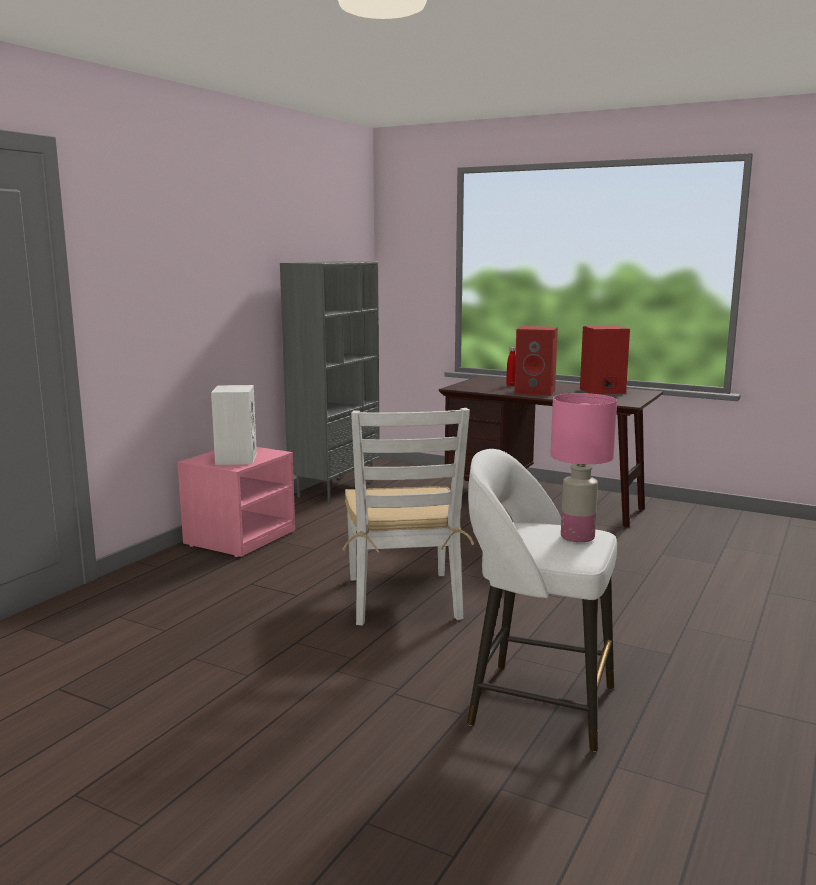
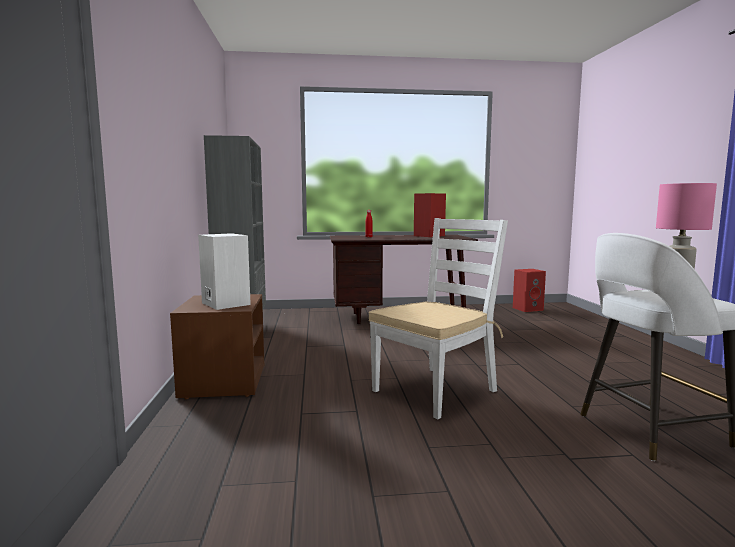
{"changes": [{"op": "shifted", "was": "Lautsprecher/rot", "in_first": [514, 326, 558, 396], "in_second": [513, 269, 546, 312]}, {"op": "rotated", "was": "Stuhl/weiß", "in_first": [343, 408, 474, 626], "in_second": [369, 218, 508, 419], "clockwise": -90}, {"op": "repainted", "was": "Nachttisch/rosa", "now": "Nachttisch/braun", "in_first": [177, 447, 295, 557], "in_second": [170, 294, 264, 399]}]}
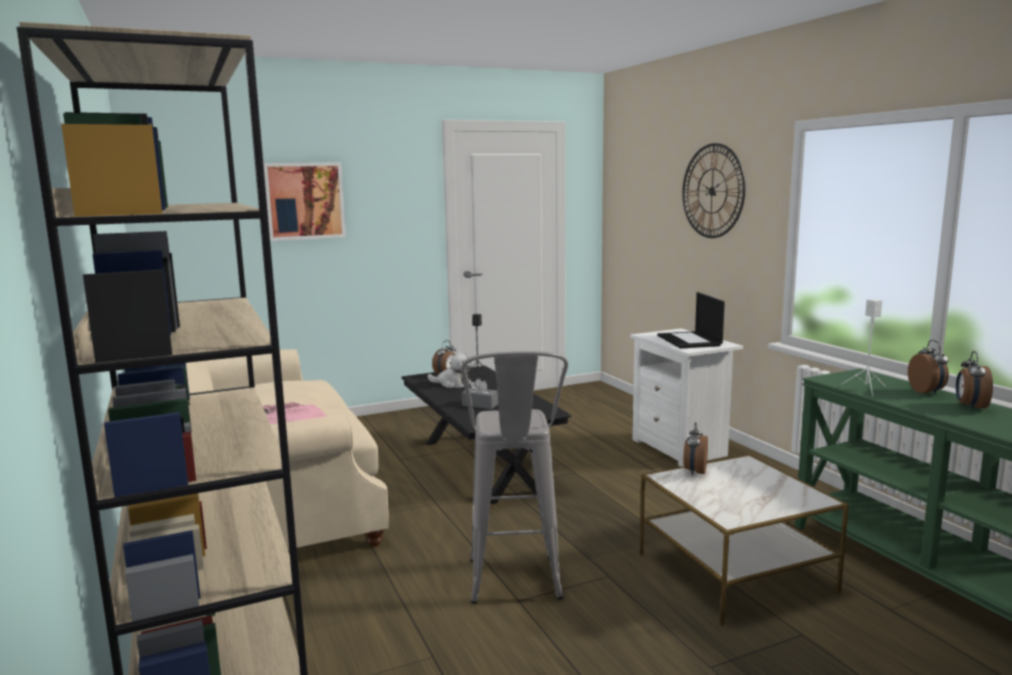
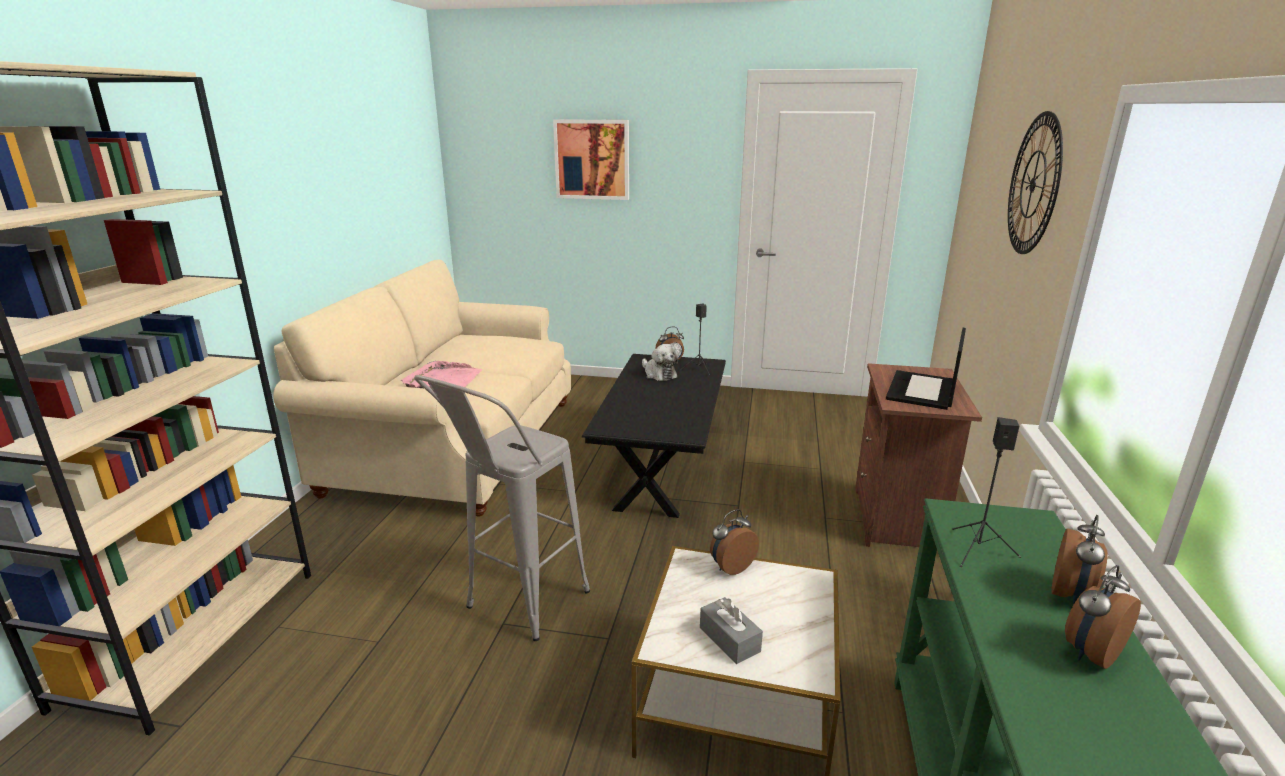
{"changes": [{"op": "repainted", "was": "Lautsprecher/weiß", "now": "Lautsprecher/schwarz", "in_first": [840, 299, 886, 396], "in_second": [952, 417, 1021, 567]}, {"op": "repainted", "was": "Nachttisch/weiß", "now": "Nachttisch/braun", "in_first": [630, 328, 743, 467], "in_second": [855, 363, 982, 547]}, {"op": "shifted", "was": "Taschentuchbox/grau", "in_first": [462, 378, 498, 409], "in_second": [700, 597, 763, 664]}]}
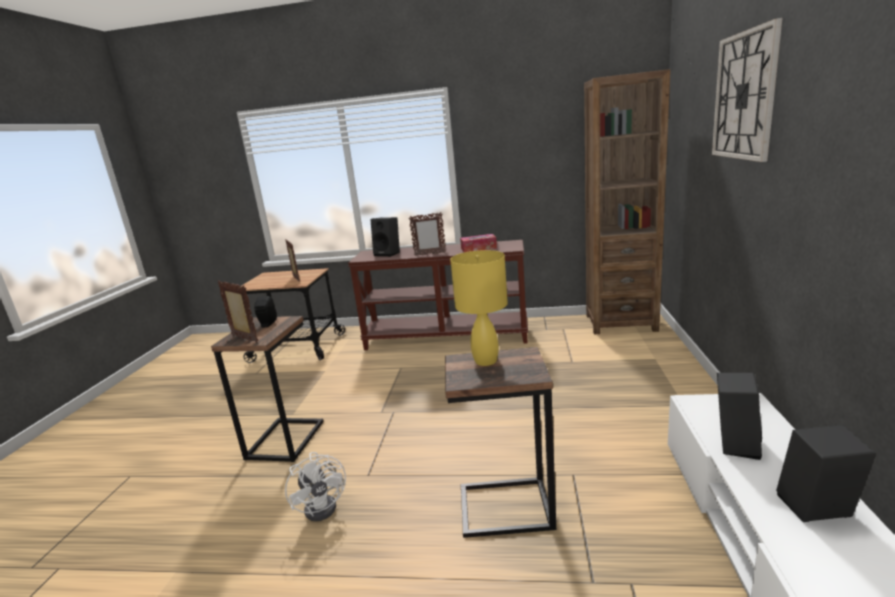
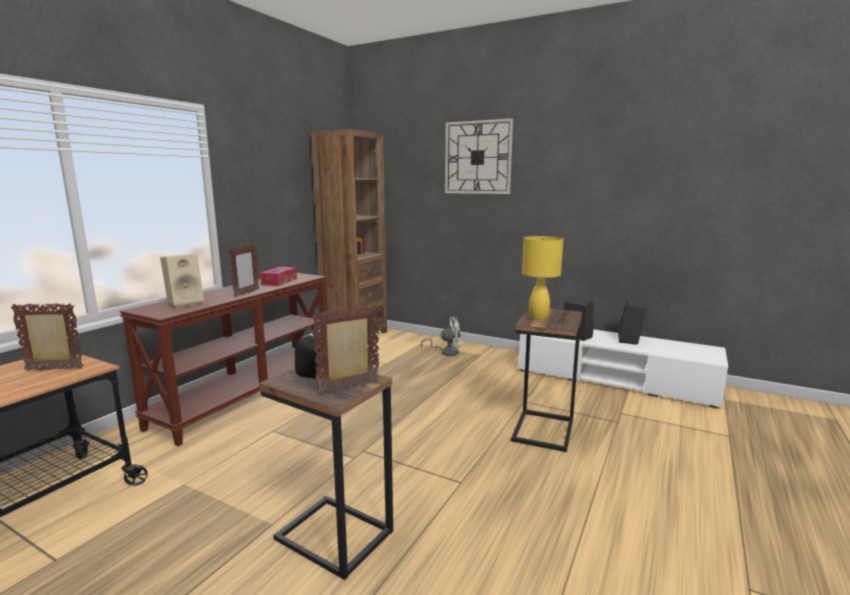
{"changes": [{"op": "repainted", "was": "Lautsprecher/schwarz", "now": "Lautsprecher/beige", "in_first": [370, 217, 400, 257], "in_second": [160, 254, 204, 308]}, {"op": "shifted", "was": "Ventilator/weiß", "in_first": [285, 452, 346, 522], "in_second": [421, 317, 462, 356]}]}
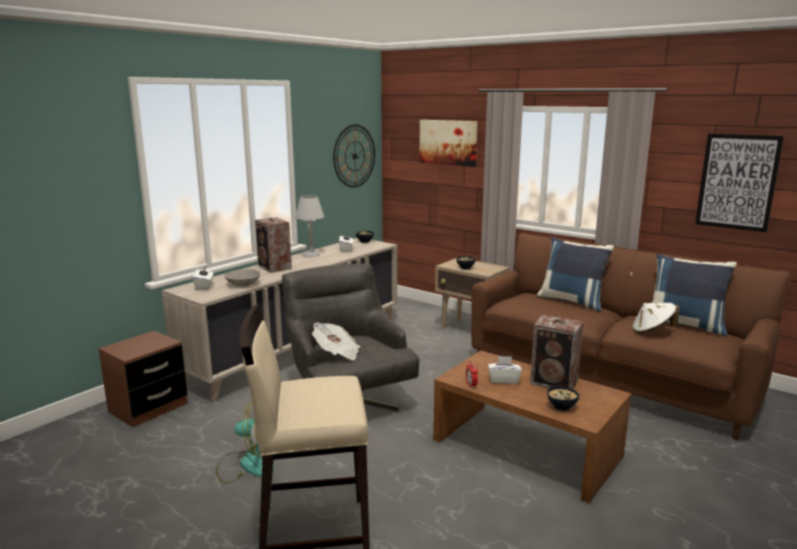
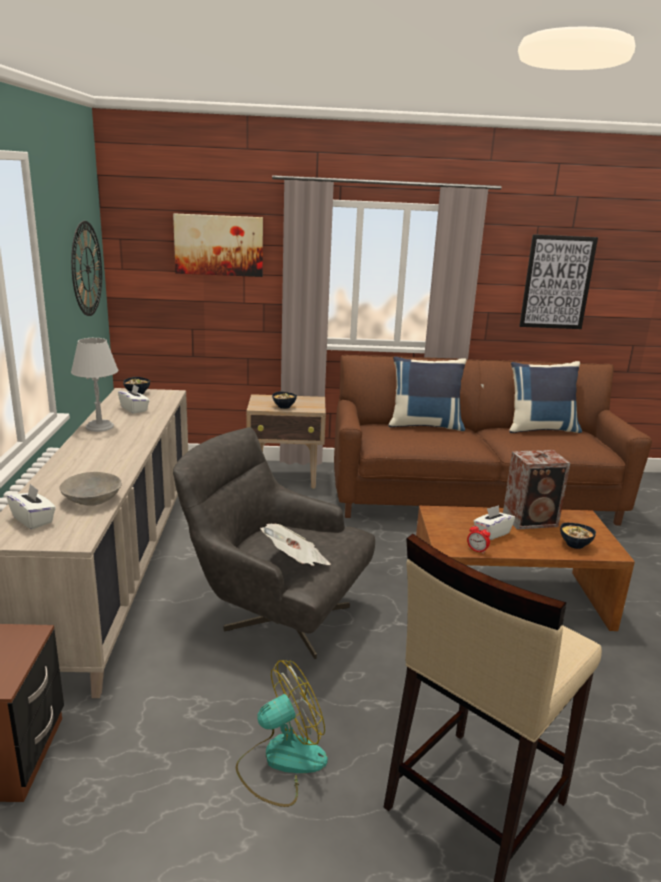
{"changes": [{"op": "gone", "was": "Lautsprecher", "in_first": [255, 217, 292, 273]}, {"op": "gone", "was": "Hut/weiß", "in_first": [632, 303, 679, 333]}]}
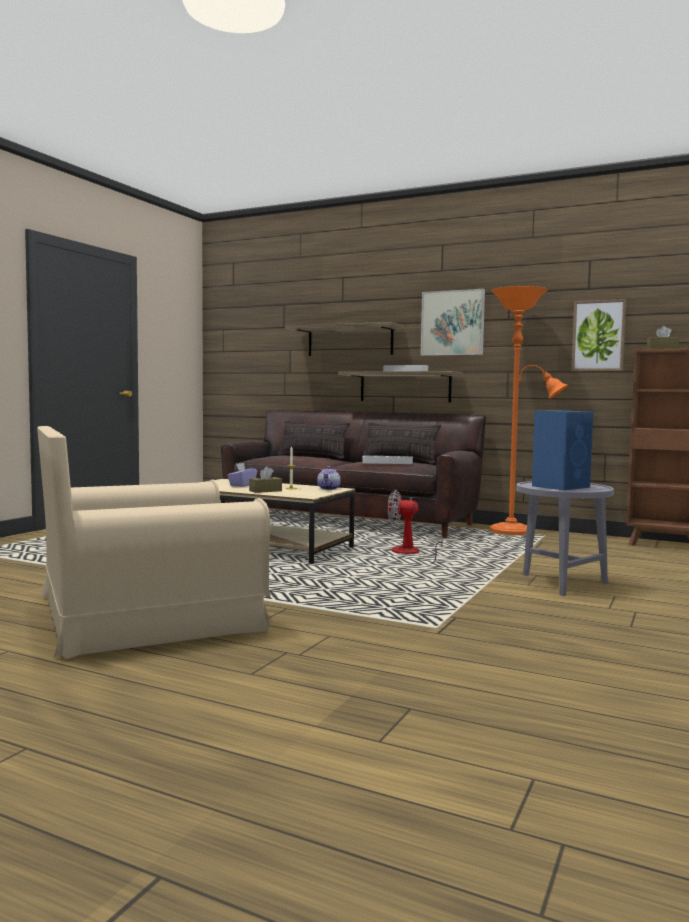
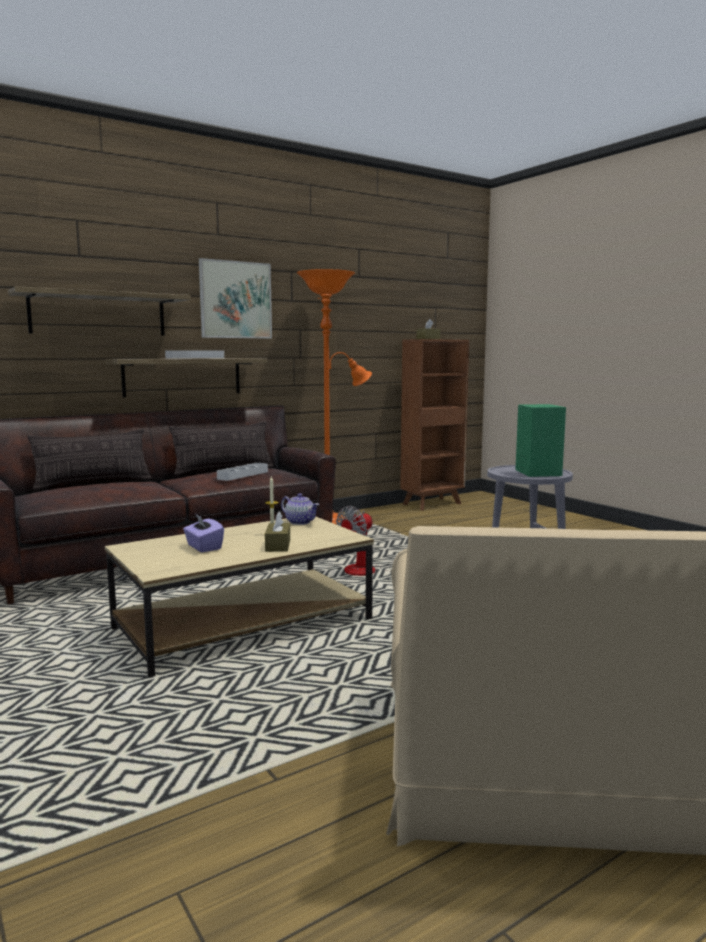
{"changes": [{"op": "gone", "was": "Bild", "in_first": [571, 299, 626, 371]}, {"op": "repainted", "was": "Lautsprecher/blau", "now": "Lautsprecher/grün", "in_first": [532, 411, 593, 490], "in_second": [515, 404, 566, 477]}]}
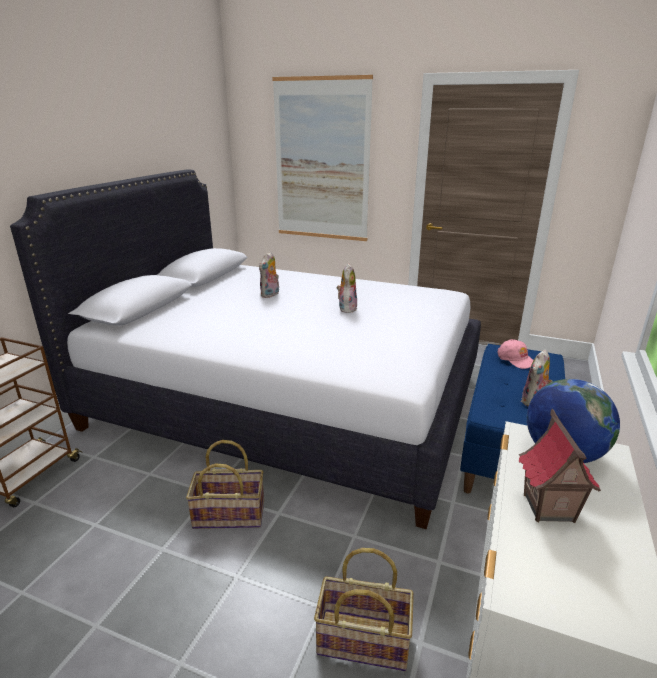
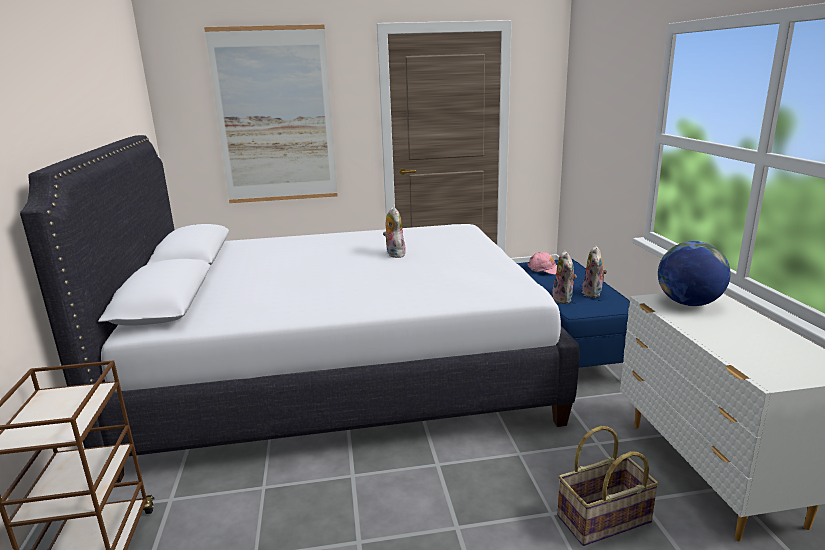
{"changes": [{"op": "shifted", "was": "Plüschtier", "in_first": [259, 252, 279, 298], "in_second": [552, 250, 577, 304]}, {"op": "gone", "was": "Spielzeughaus", "in_first": [519, 409, 601, 523]}, {"op": "gone", "was": "Korb", "in_first": [186, 440, 264, 529]}]}
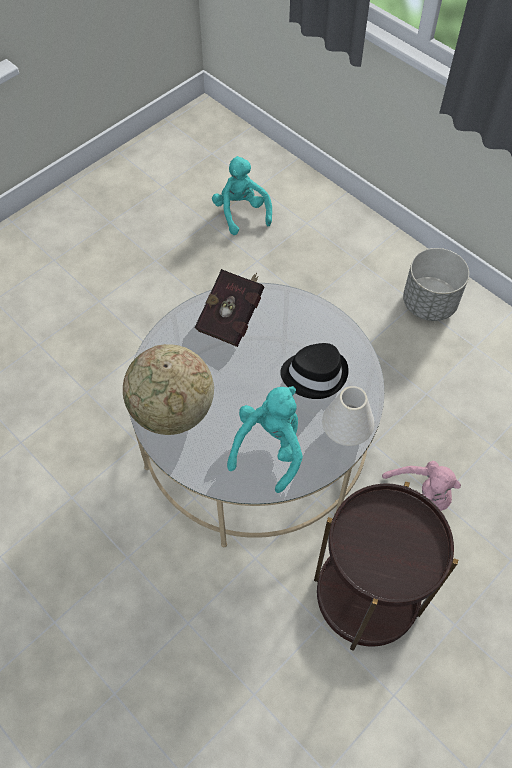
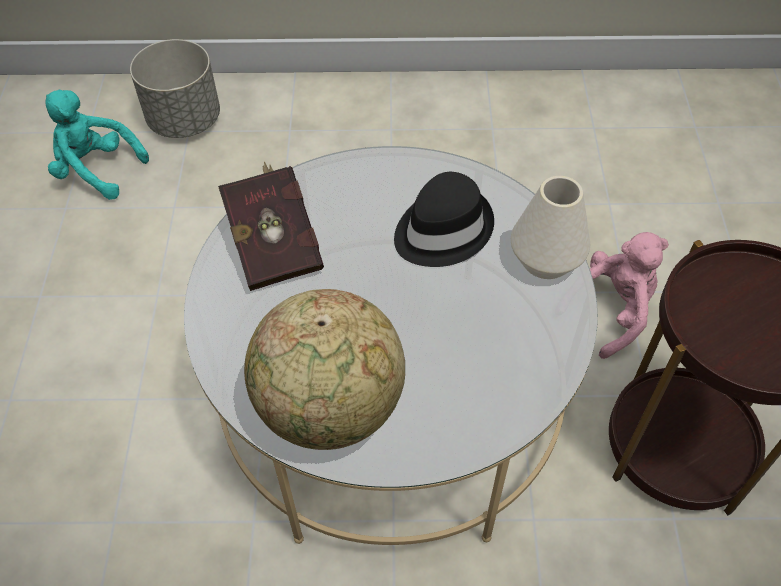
{"changes": [{"op": "shifted", "was": "Pflanzkübel/grau", "in_first": [403, 248, 469, 321], "in_second": [130, 39, 220, 138]}, {"op": "gone", "was": "Plüschtier/türkis", "in_first": [227, 386, 303, 493]}]}
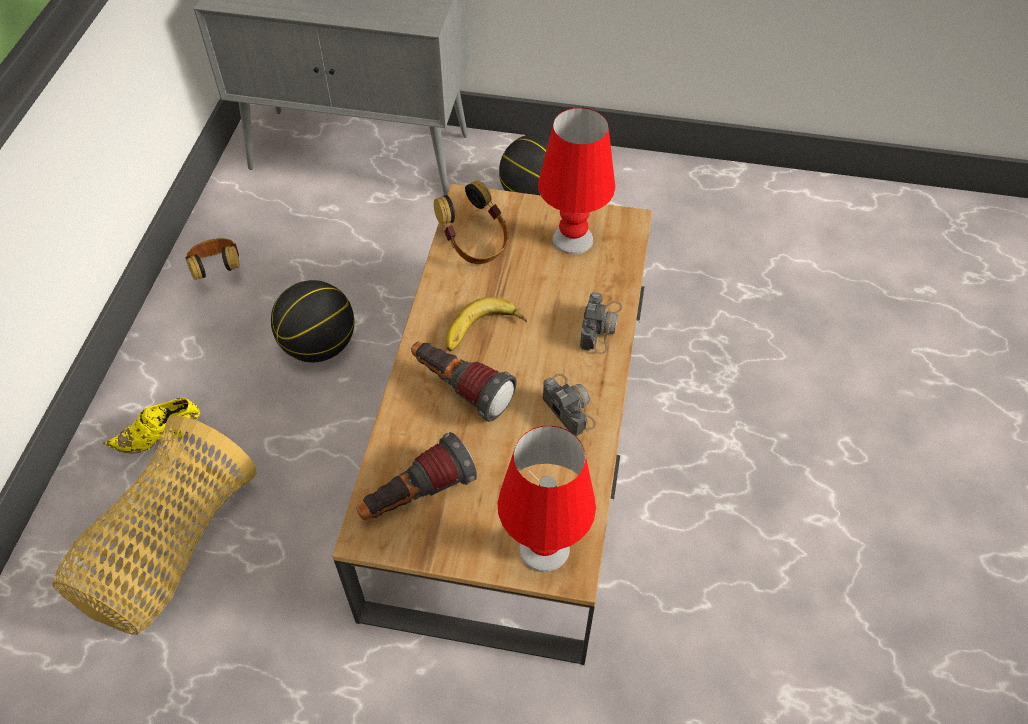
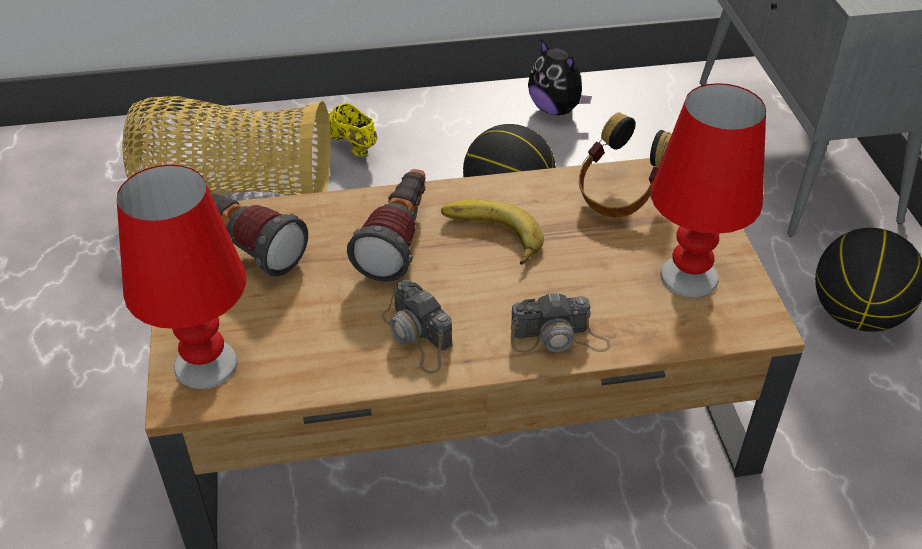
{"changes": [{"op": "swapped", "was": "Kopfhörer", "now": "Plüschtier", "in_first": [185, 238, 240, 280], "in_second": [528, 39, 592, 115]}, {"op": "rotated", "was": "Kamera", "in_first": [543, 374, 596, 436], "in_second": [382, 279, 453, 374], "clockwise": 105}]}
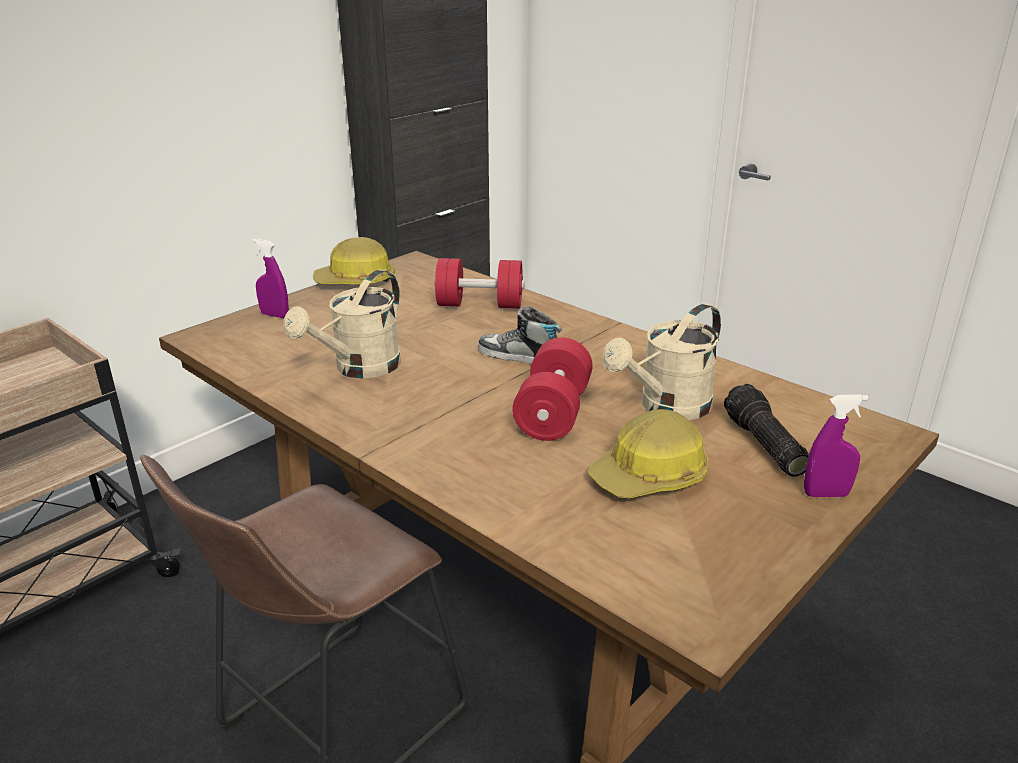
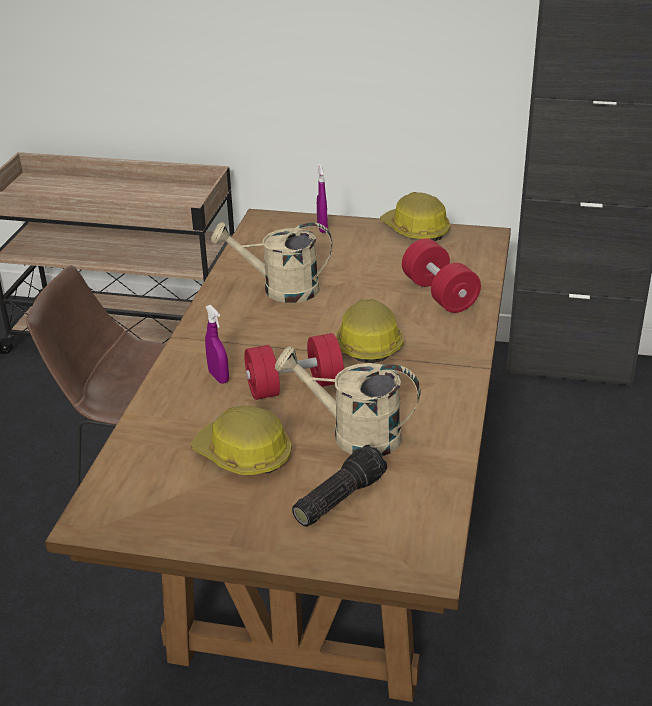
{"changes": [{"op": "swapped", "was": "Schuh", "now": "Schutzhelm", "in_first": [478, 307, 562, 364], "in_second": [336, 299, 404, 363]}, {"op": "shifted", "was": "Sprühflasche/lila", "in_first": [804, 394, 869, 497], "in_second": [205, 305, 229, 384]}]}
